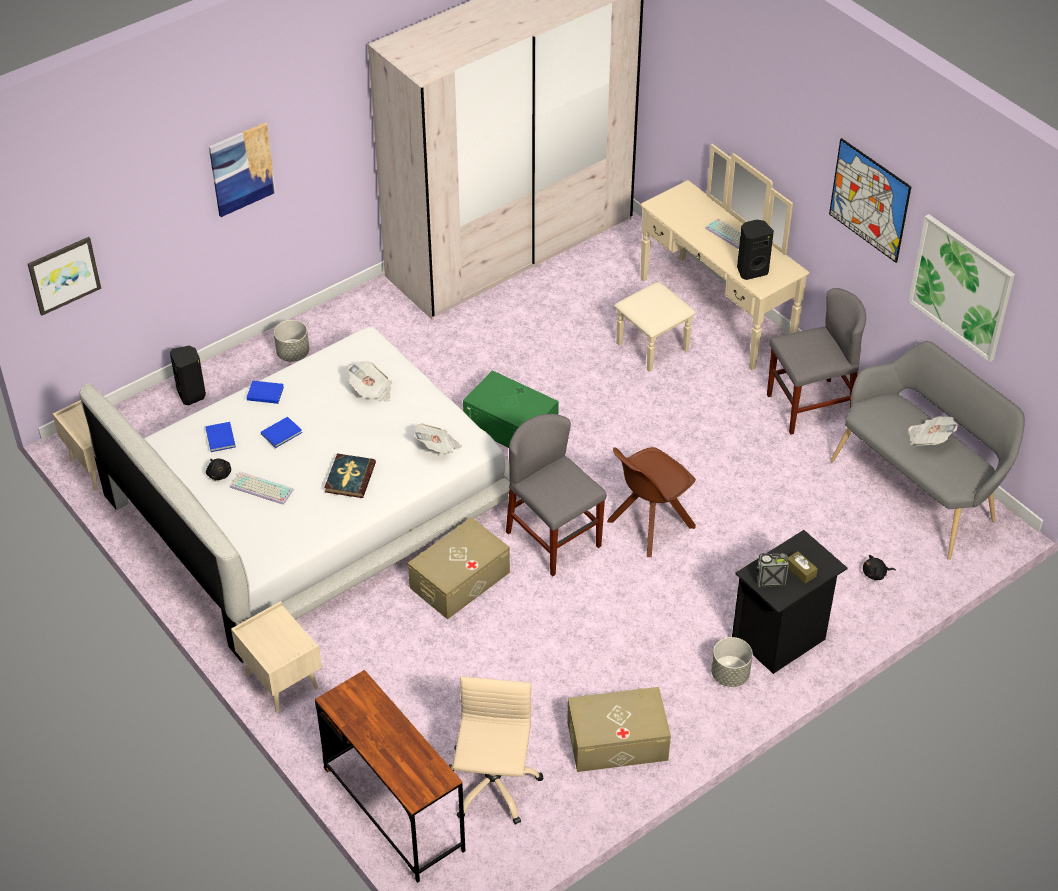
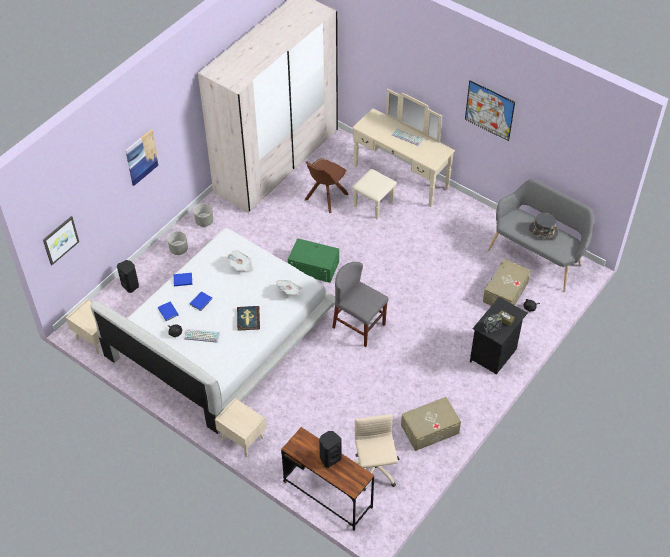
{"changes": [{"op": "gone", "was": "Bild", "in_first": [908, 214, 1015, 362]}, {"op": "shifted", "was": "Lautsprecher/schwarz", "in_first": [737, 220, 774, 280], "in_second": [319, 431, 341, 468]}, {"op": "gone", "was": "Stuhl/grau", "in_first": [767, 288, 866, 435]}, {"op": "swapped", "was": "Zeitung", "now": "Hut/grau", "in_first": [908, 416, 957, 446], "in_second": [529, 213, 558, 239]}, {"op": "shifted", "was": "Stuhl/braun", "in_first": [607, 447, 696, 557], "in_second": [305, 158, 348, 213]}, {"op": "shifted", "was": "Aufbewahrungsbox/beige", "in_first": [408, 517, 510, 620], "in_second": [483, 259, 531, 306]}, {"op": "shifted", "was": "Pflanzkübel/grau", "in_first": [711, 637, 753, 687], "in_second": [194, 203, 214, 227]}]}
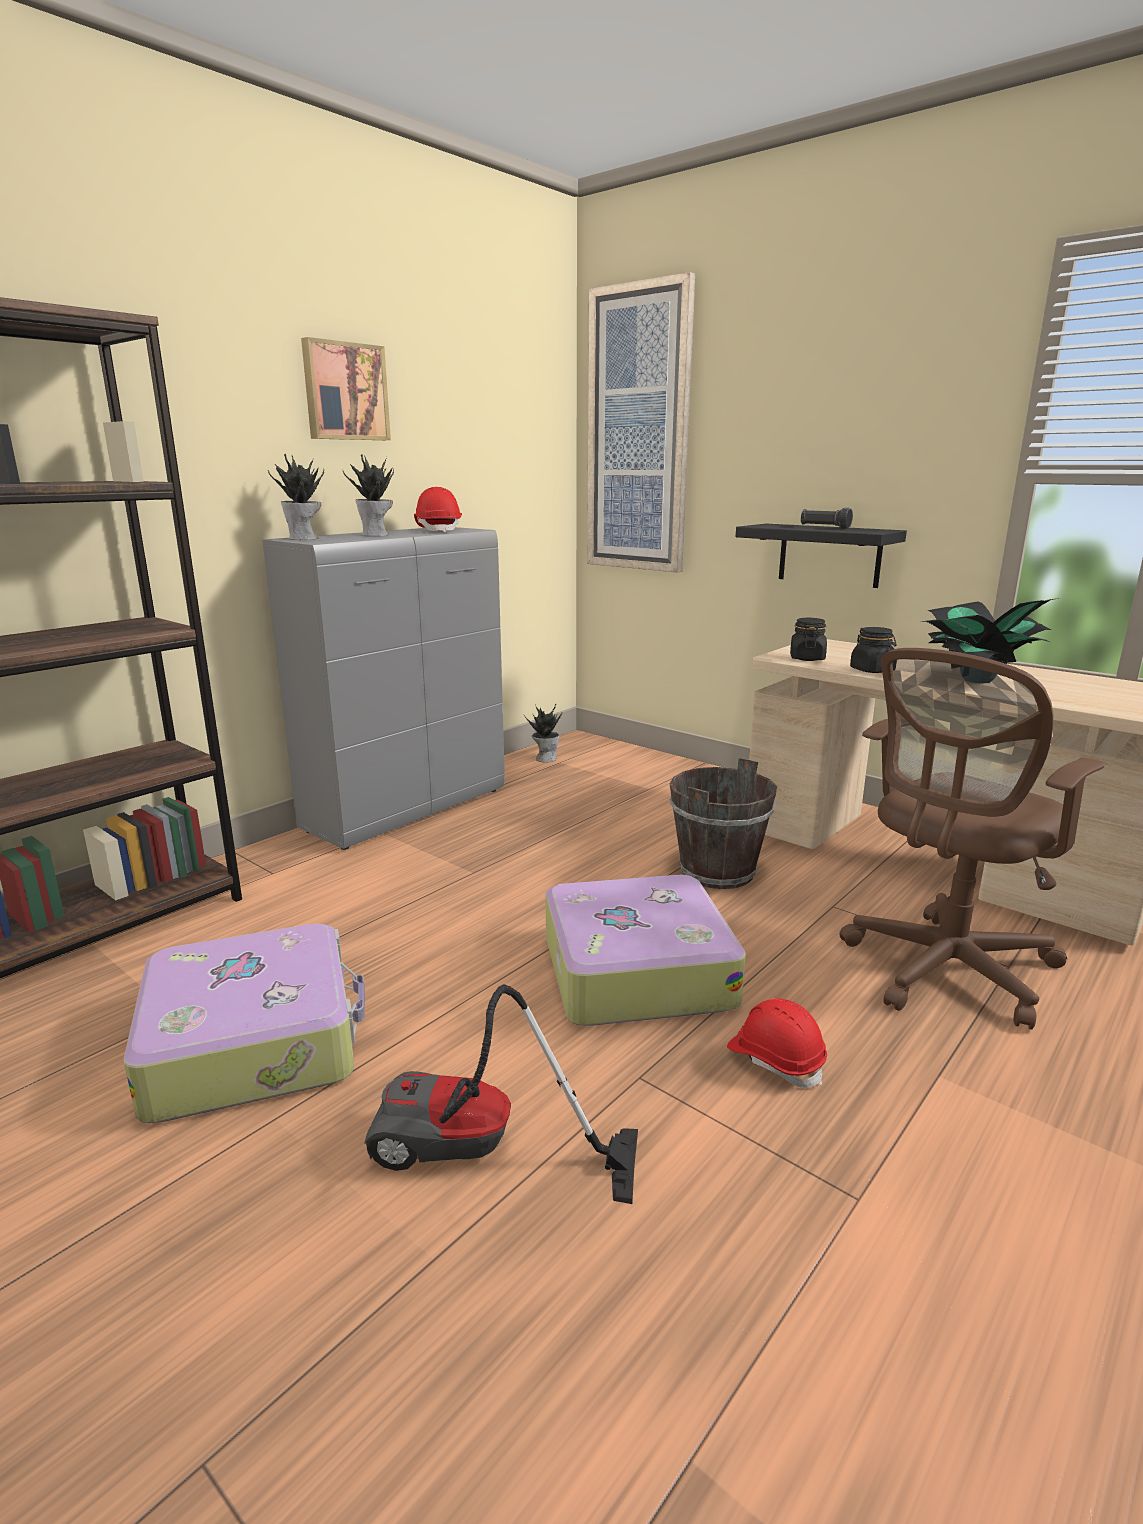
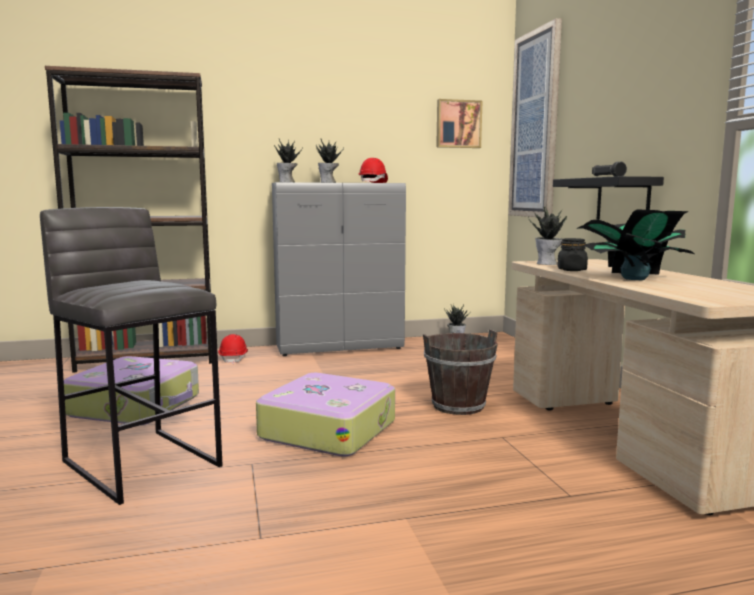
{"changes": [{"op": "shifted", "was": "Bild", "in_first": [301, 337, 391, 440], "in_second": [436, 99, 483, 148]}, {"op": "swapped", "was": "Vorratsglas/schwarz", "now": "Topfpflanze", "in_first": [790, 618, 827, 661], "in_second": [528, 206, 567, 265]}, {"op": "gone", "was": "Bürostuhl/braun", "in_first": [839, 648, 1105, 1030]}, {"op": "swapped", "was": "Staubsauger", "now": "Hocker/grau", "in_first": [365, 985, 638, 1204], "in_second": [40, 207, 222, 505]}, {"op": "shifted", "was": "Schutzhelm/rot", "in_first": [727, 998, 827, 1088], "in_second": [218, 334, 248, 364]}]}
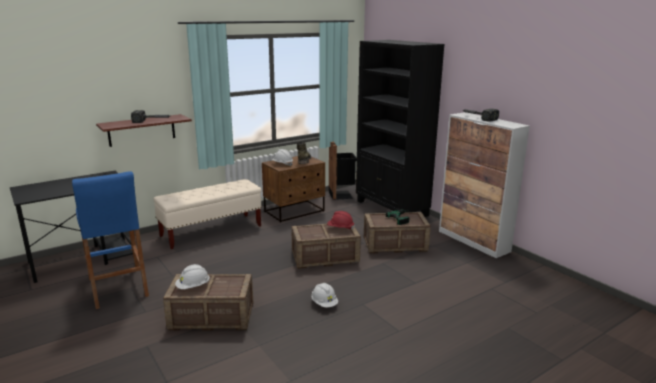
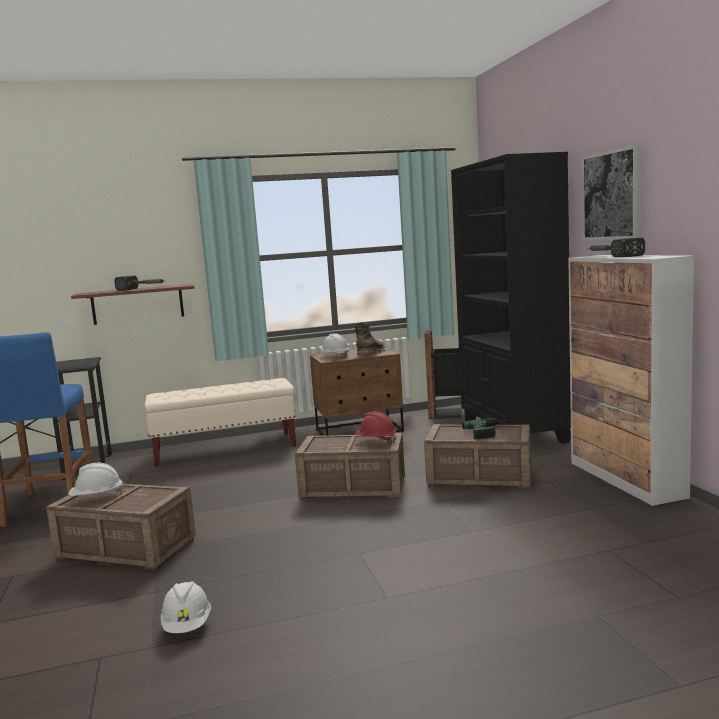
{"changes": [{"op": "shifted", "was": "Schutzhelm/weiß", "in_first": [311, 283, 338, 307], "in_second": [160, 581, 211, 633]}, {"op": "new", "now": "Bild", "in_second": [581, 144, 641, 240]}]}
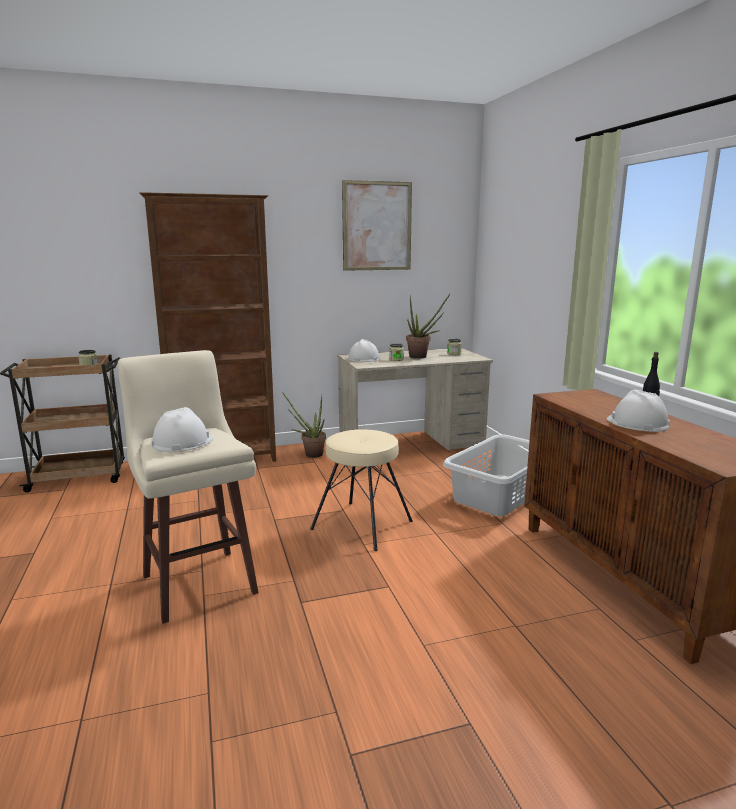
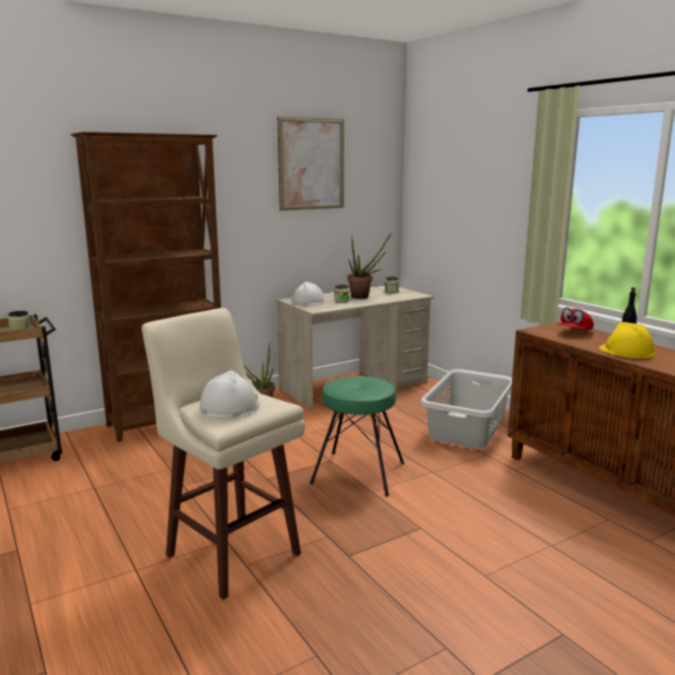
{"changes": [{"op": "repainted", "was": "Schutzhelm/weiß", "now": "Schutzhelm/gelb", "in_first": [607, 390, 670, 432], "in_second": [599, 322, 655, 358]}, {"op": "repainted", "was": "Hocker/beige", "now": "Hocker/grün", "in_first": [310, 429, 413, 551], "in_second": [310, 376, 404, 497]}, {"op": "new", "now": "Kappe/rot", "in_second": [557, 307, 594, 330]}]}
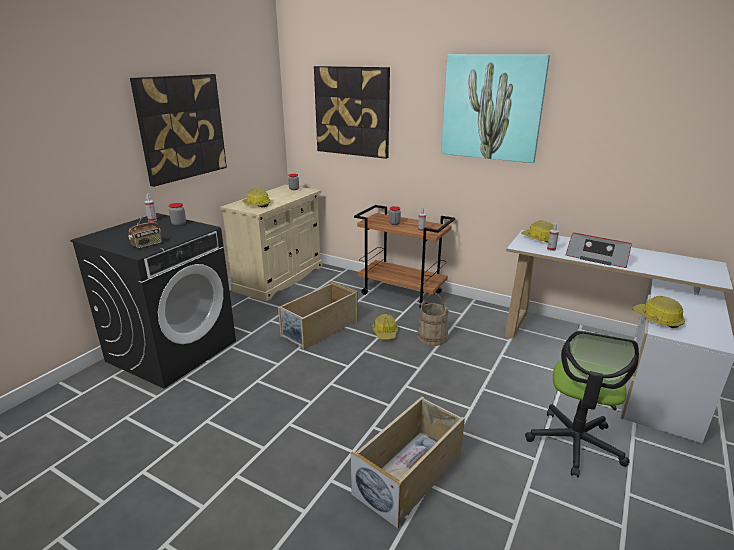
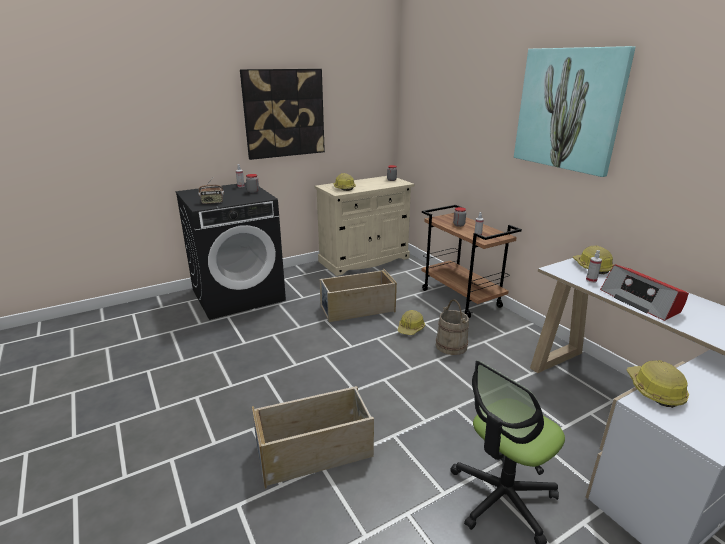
{"changes": [{"op": "gone", "was": "Bild", "in_first": [314, 66, 390, 159]}]}
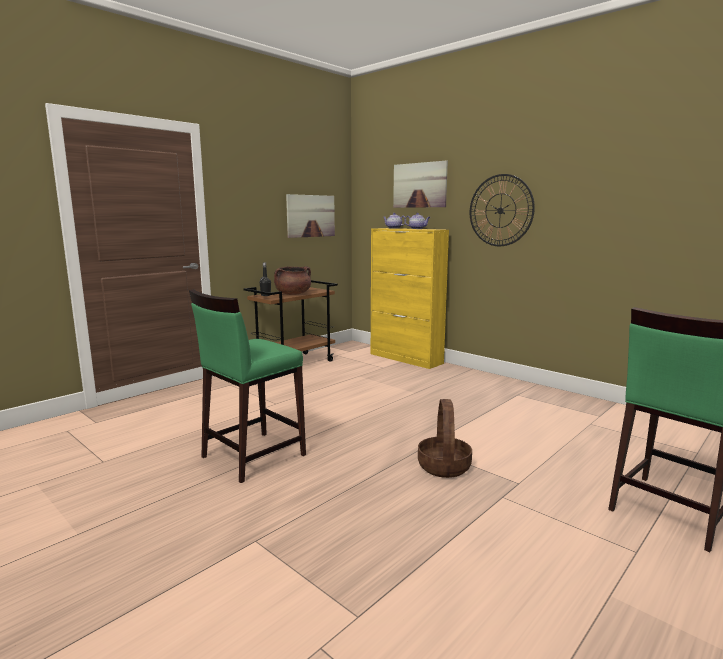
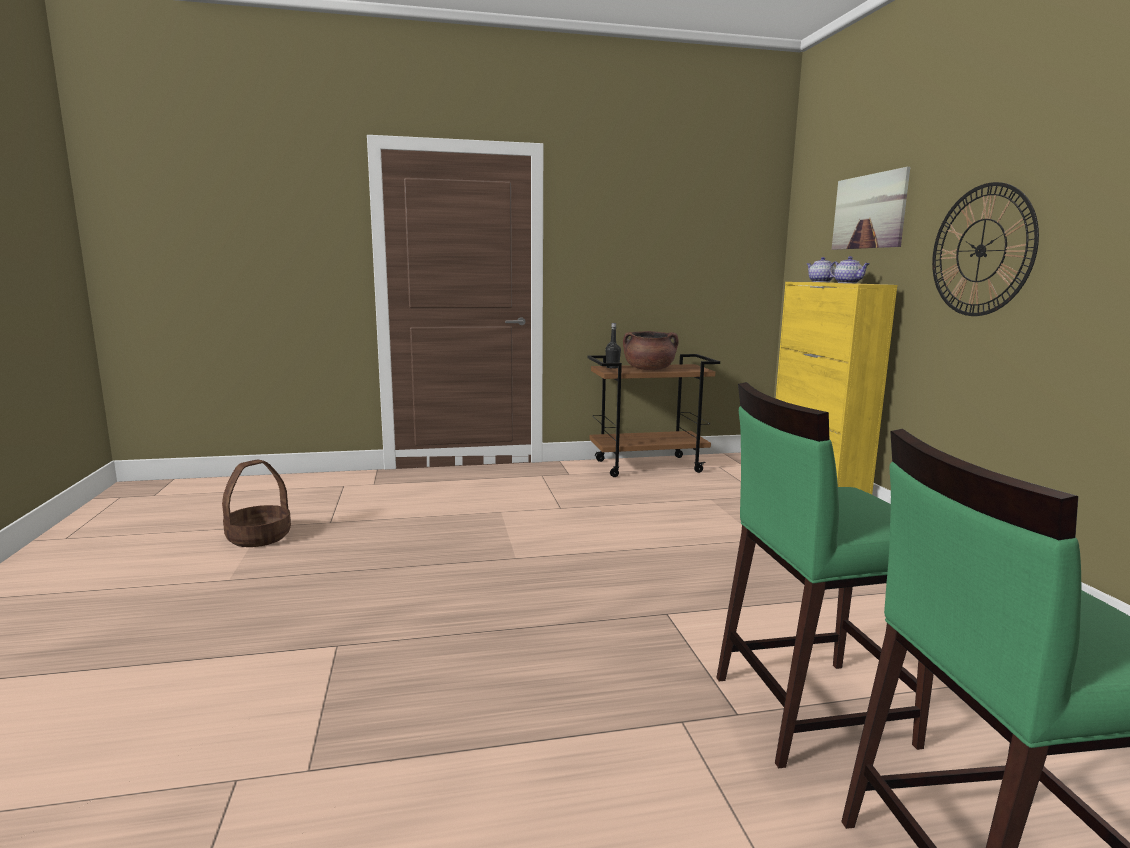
{"changes": [{"op": "gone", "was": "Bild", "in_first": [286, 194, 335, 238]}, {"op": "shifted", "was": "Hocker/grün", "in_first": [189, 289, 306, 483], "in_second": [716, 382, 934, 769]}, {"op": "shifted", "was": "Korb", "in_first": [418, 399, 472, 478], "in_second": [222, 460, 291, 547]}]}
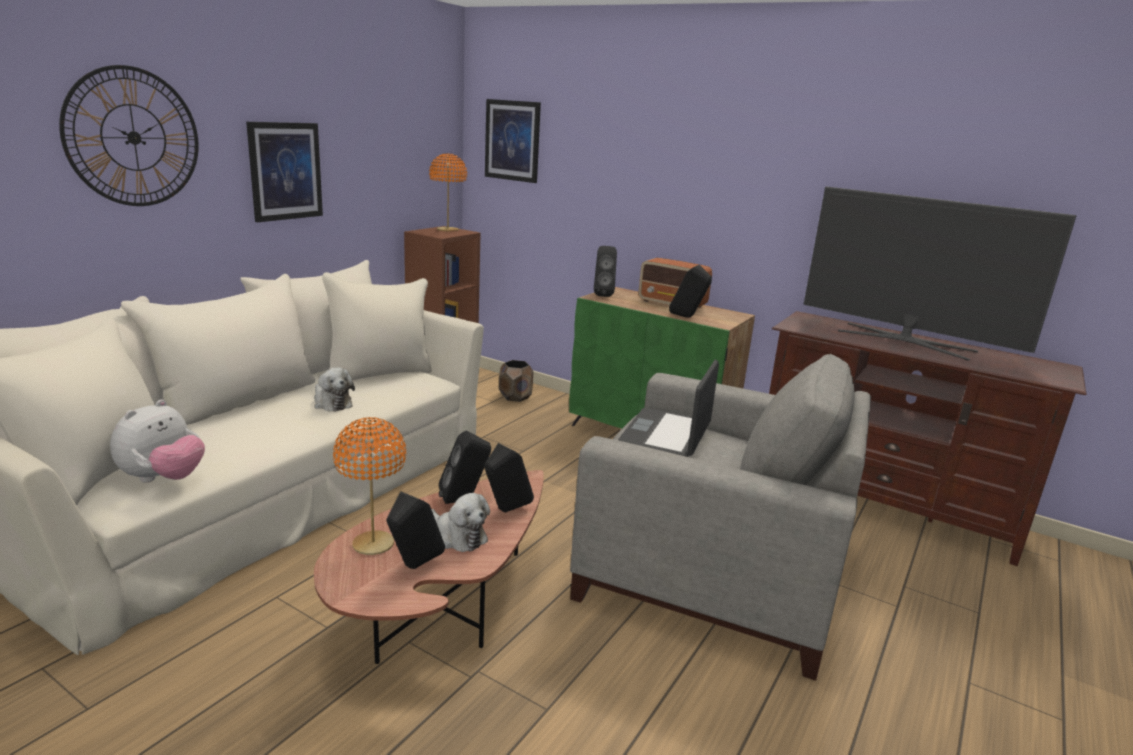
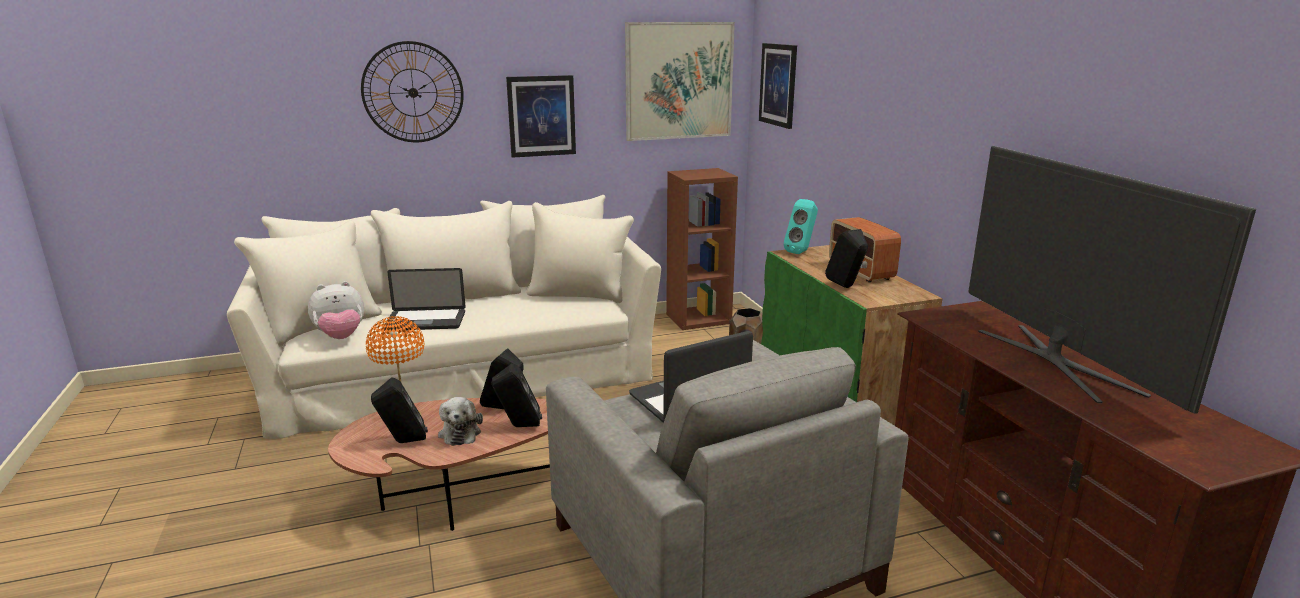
{"changes": [{"op": "gone", "was": "Tischlampe/orange", "in_first": [429, 153, 467, 232]}, {"op": "repainted", "was": "Lautsprecher/schwarz", "now": "Lautsprecher/türkis", "in_first": [594, 246, 617, 297], "in_second": [783, 199, 818, 254]}, {"op": "gone", "was": "Plüschtier", "in_first": [314, 368, 355, 412]}, {"op": "new", "now": "Bild", "in_second": [625, 22, 735, 141]}, {"op": "new", "now": "Laptop", "in_second": [383, 268, 466, 331]}]}
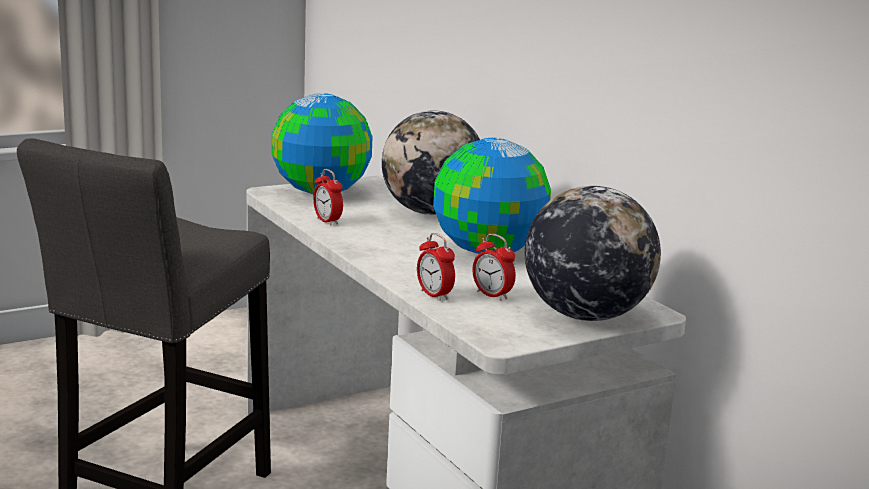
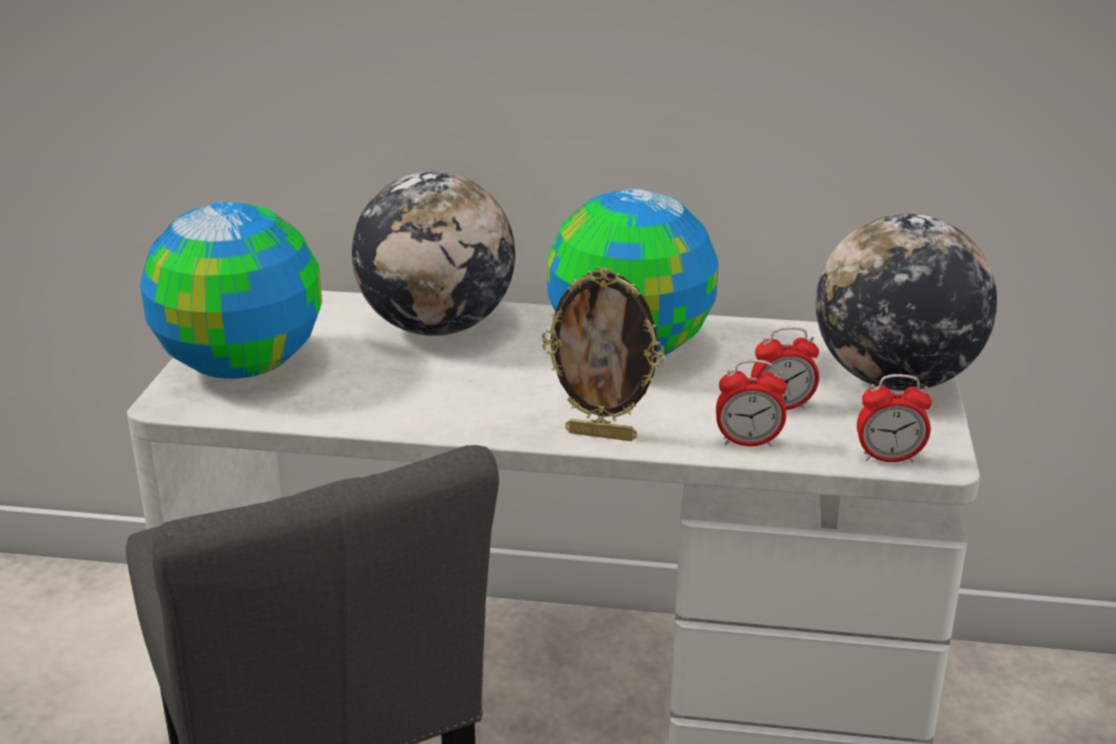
{"changes": [{"op": "shifted", "was": "Wecker", "in_first": [313, 169, 343, 225], "in_second": [857, 374, 932, 462]}, {"op": "new", "now": "Bilderrahmen", "in_second": [542, 267, 665, 441]}]}
